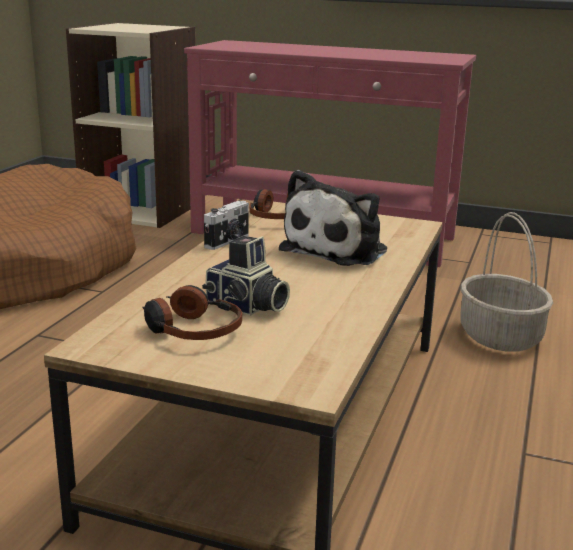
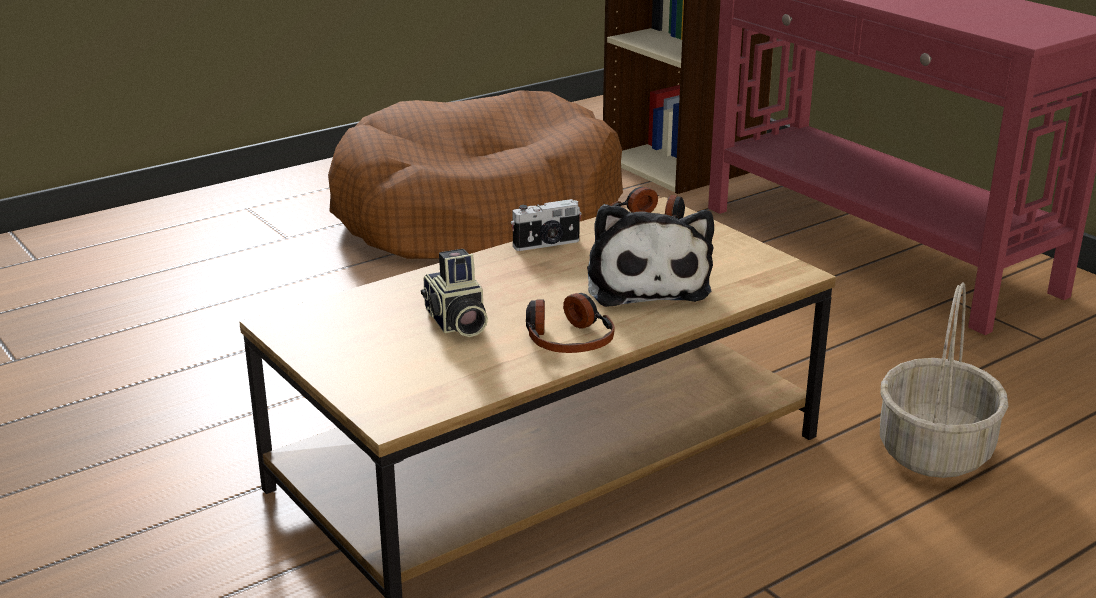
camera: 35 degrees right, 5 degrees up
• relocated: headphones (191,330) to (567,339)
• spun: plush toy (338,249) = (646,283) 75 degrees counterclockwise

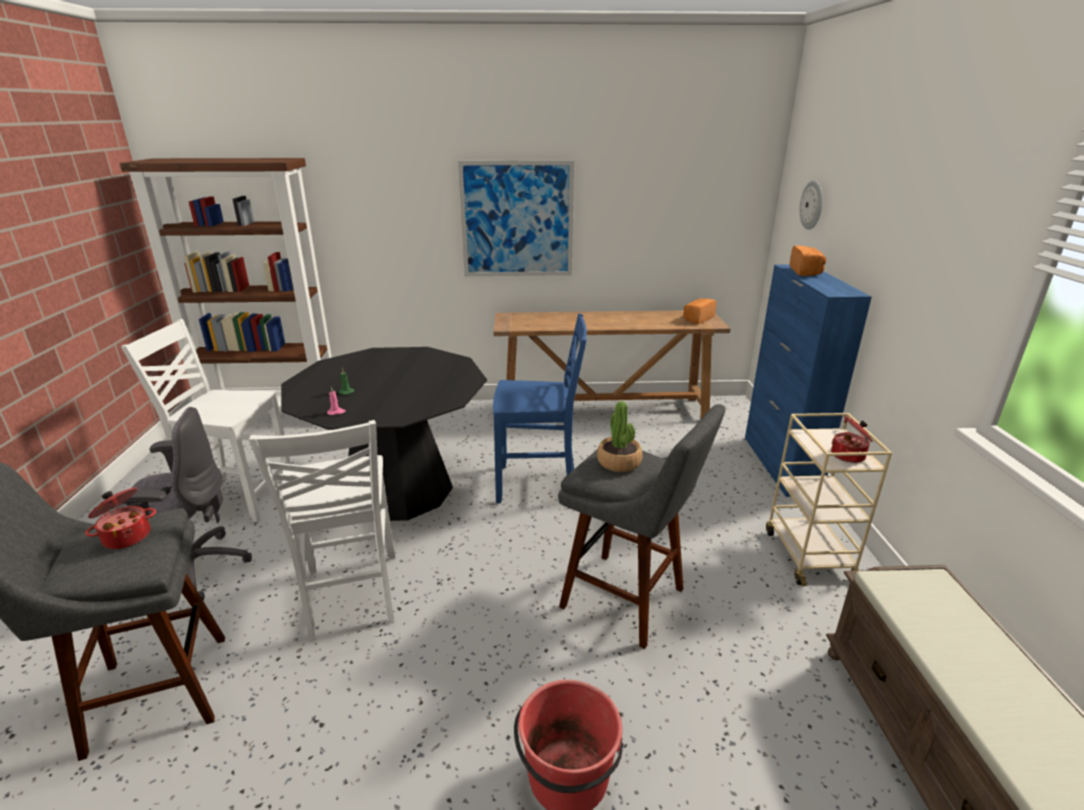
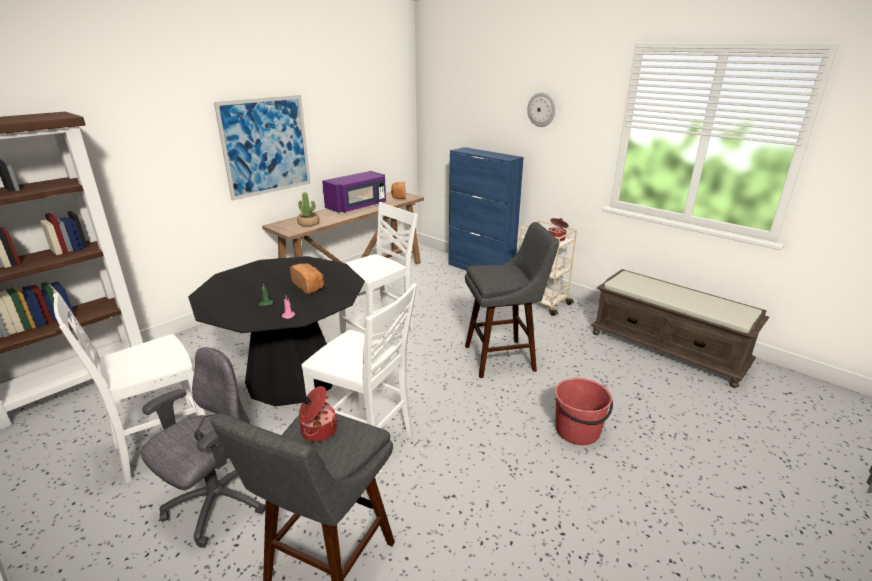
camera: 45 degrees left, 0 degrees up
• colour: chair (blue) (538,485) to chair (white) (380,332)
• relocated: potted plant (619,462) to (309,224)
• relocated: bread (806,272) to (309,286)
• relocated: wall clock (812,205) to (541,109)
• appeared: microwave (purple) (357,207)

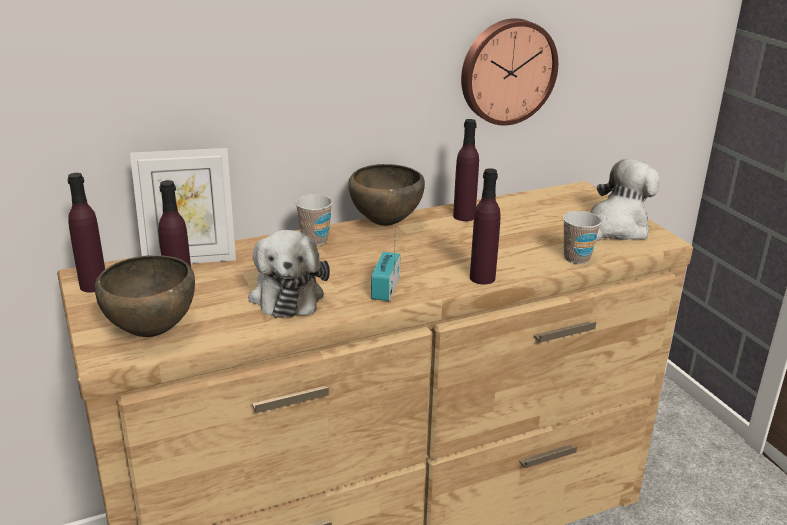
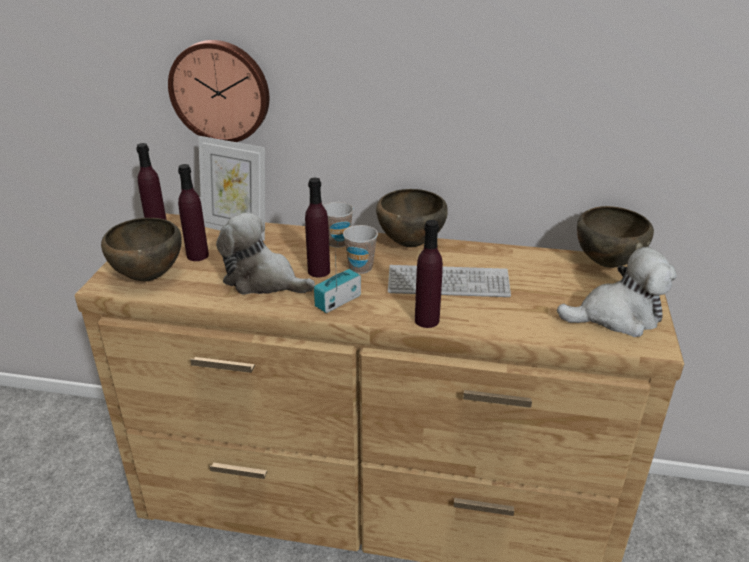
camera: 35 degrees right, 5 degrees up
• spun: plush toy (287,294) = (263,280) 90 degrees clockwise
• relocated: bottle (purple) (464,216) to (319,271)
• relocated: wall clock (507,71) to (221,91)
• relocated: cup (576,258) to (360,267)
• appeared: keyboard (448,283)
• appeared: bowl (brown) (606,264)

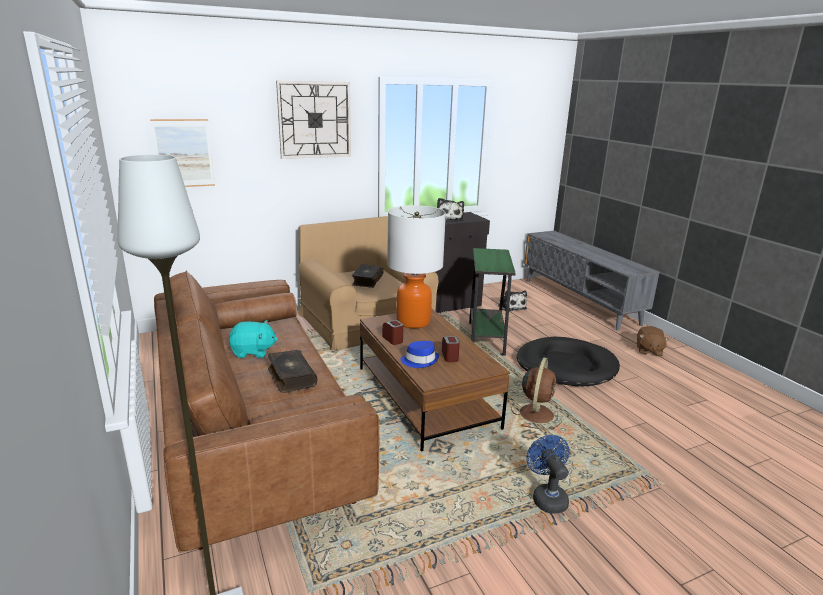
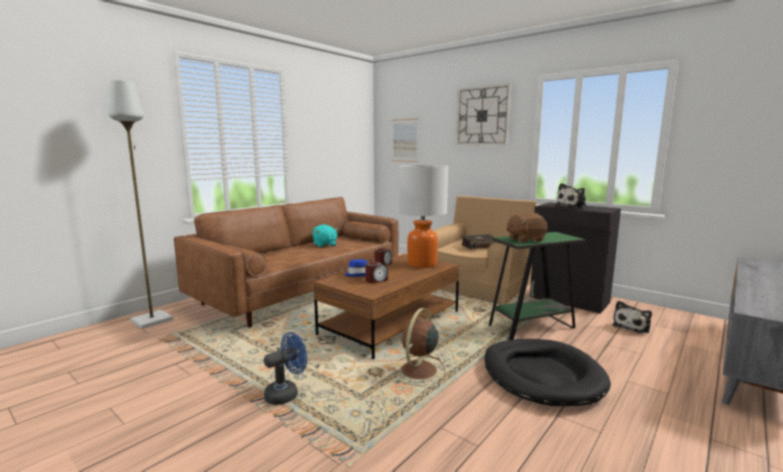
camera: 65 degrees right, 10 degrees down
• missing: book (291,377)
• spun: fan (brown) (536,413) = (418,371) 120 degrees clockwise
• relocated: plush toy (brown) (648,351) to (525,240)

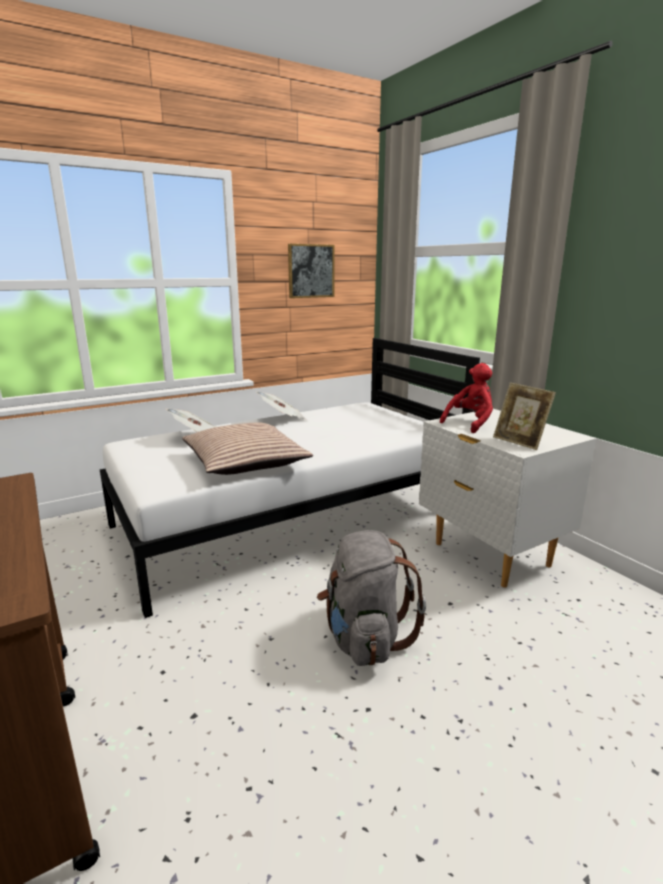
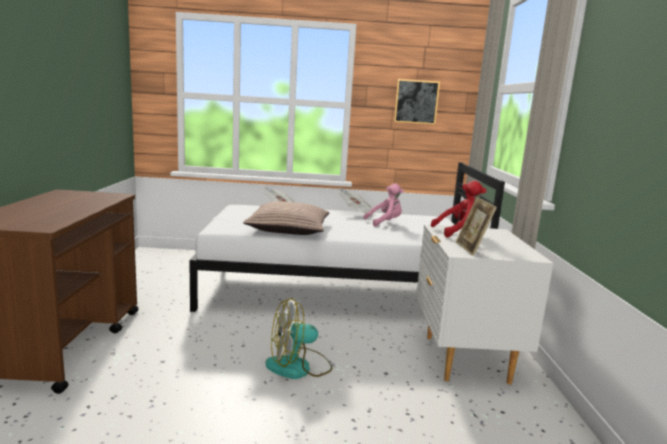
camera: 30 degrees right, 5 degrees down
• exchanged: backpack (grey) (364,638) to fan (298,367)
• appeared: plush toy (pink) (385,223)

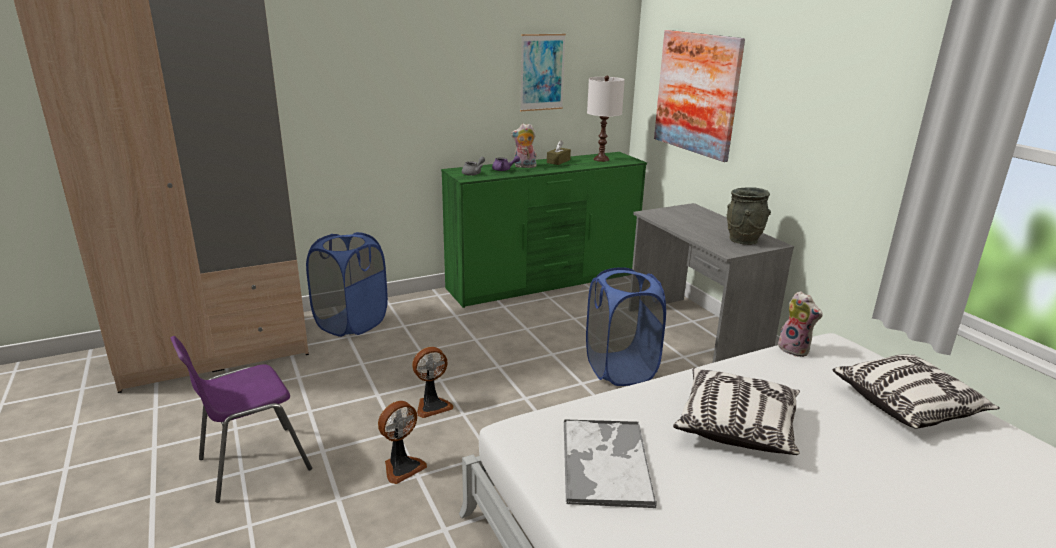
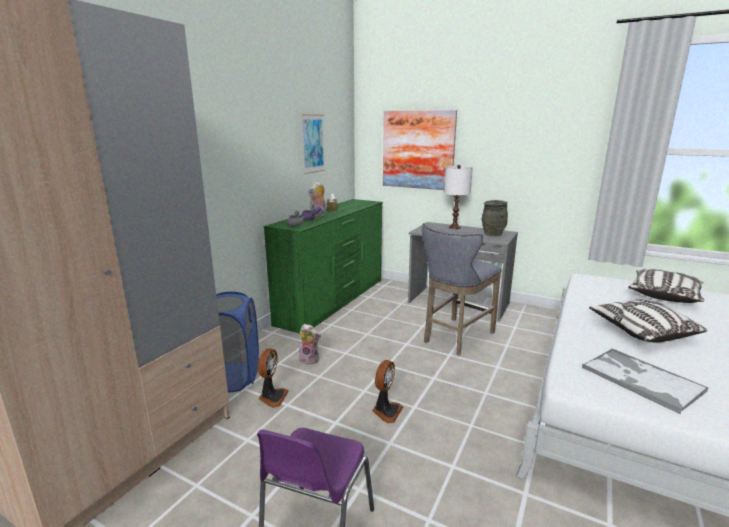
camera: 35 degrees left, 5 degrees down
• relocated: fan (402,467) to (272,397)
• exchanged: laundry basket (blue) (620,369) to stool (grey) (455,338)
• relocated: table lamp (white) (601,159) to (454,227)
• relocated: plush toy (795,349) to (310,359)

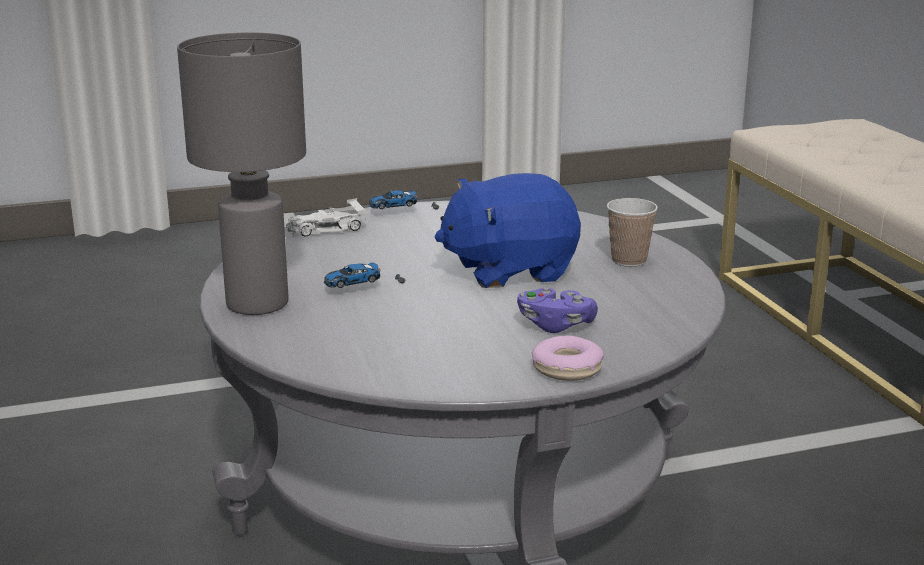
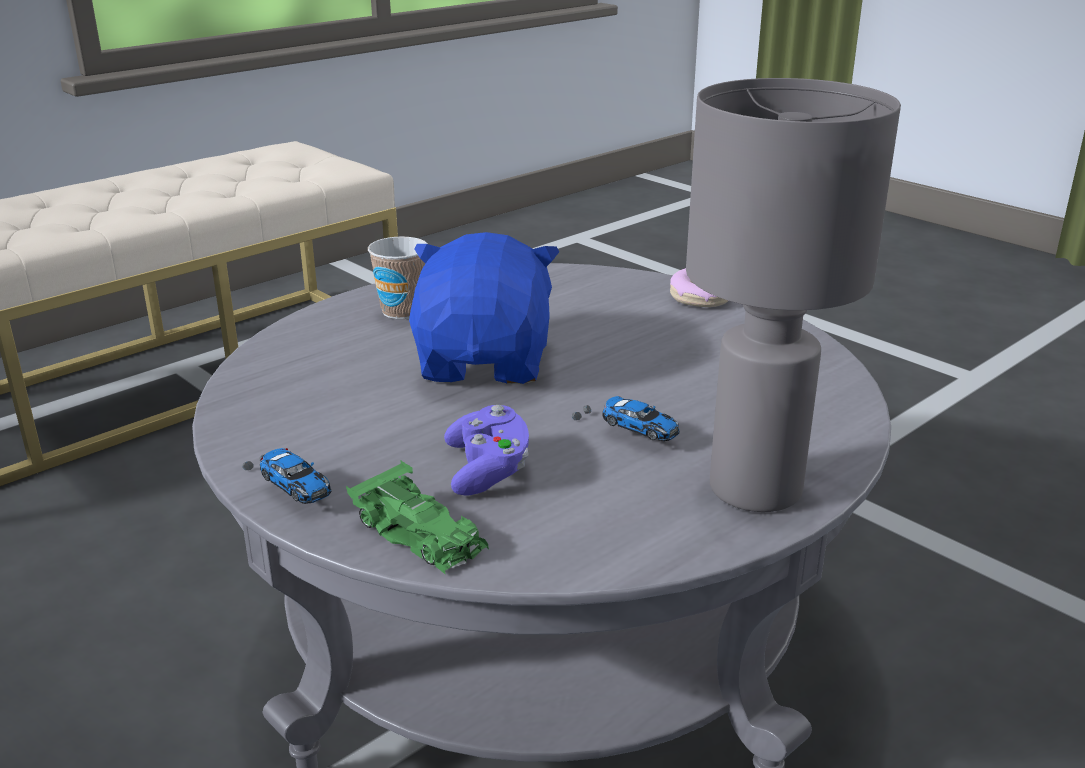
camera: 115 degrees left, 5 degrees up
• colour: toy car (white) (325,229) to toy car (green) (421,534)
• spun: plush toy (blue) (509,270) = (486,363) 135 degrees counterclockwise
• relocated: game controller (purple) (555,325) to (488,470)

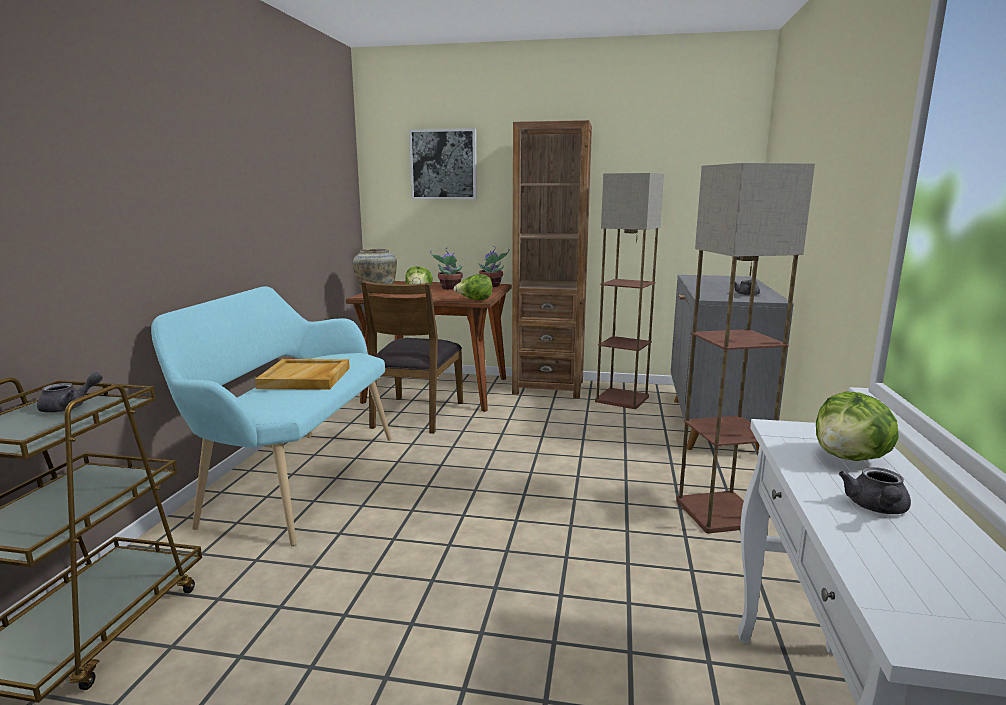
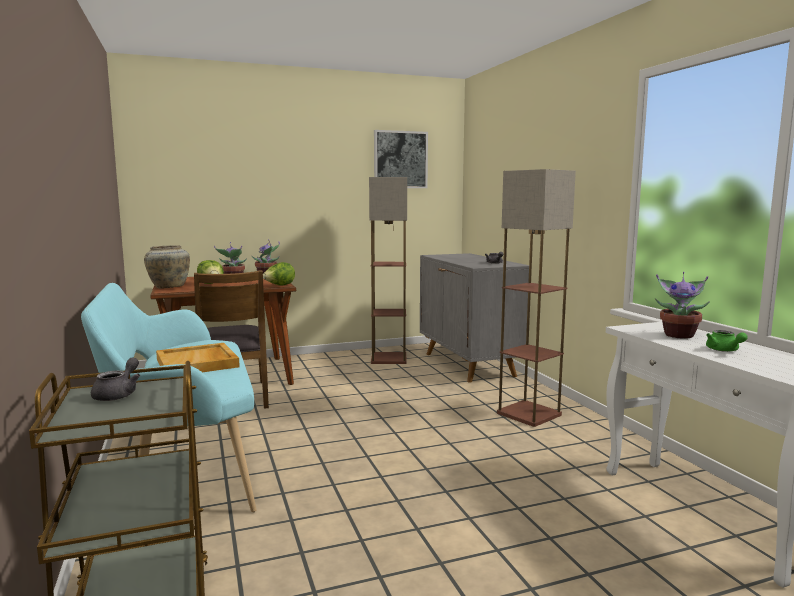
camera: 30 degrees left, 5 degrees down
• relocated: picture (443,164) to (400,159)
• missing: bookcase (brown) (548,387)
• exchanged: lettuce (850,458) to potted plant (679,335)
• colour: teapot (grey) (876,508) to teapot (green) (724,350)

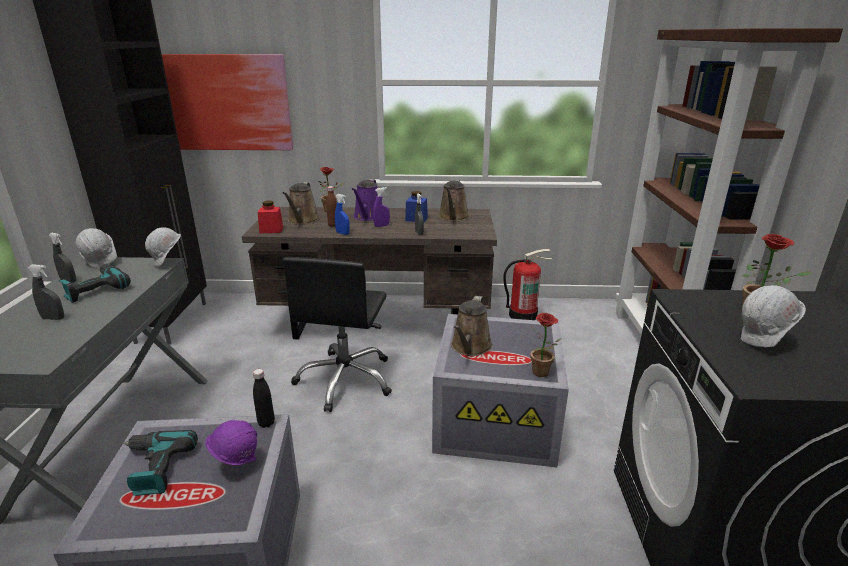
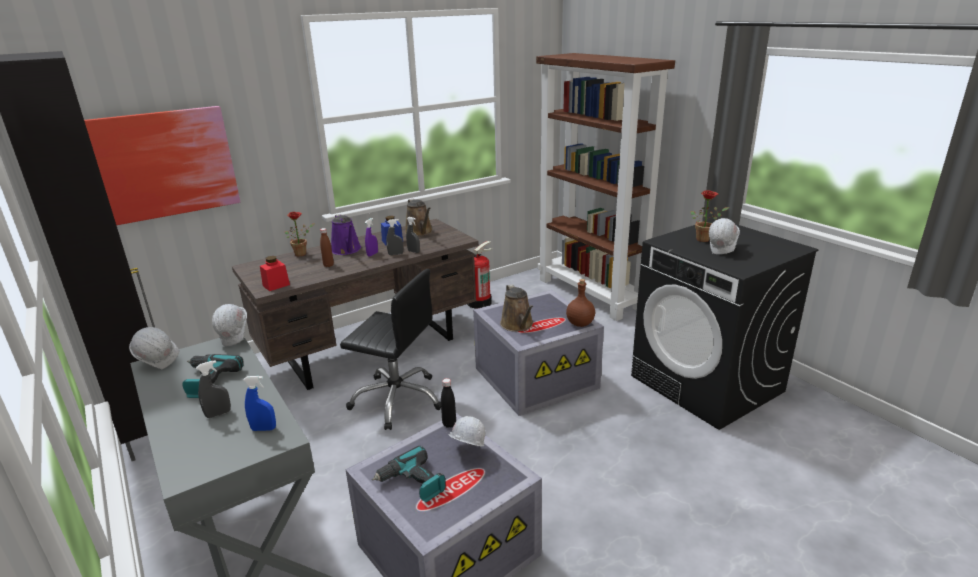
camera: 35 degrees left, 0 degrees up
• relocated: spray bottle (grey) (69,281) to (395,254)
• colour: hard hat (purple) (236,464) to hard hat (white) (466,453)
• missing: watering can (brown) (302,220)
• spun: office chair (black) (346,380) = (397,399) 45 degrees counterclockwise
• relocated: spray bottle (blue) (342,233) to (263,429)
• exchanged: potted plant (542,374) to bottle (brown) (580,324)

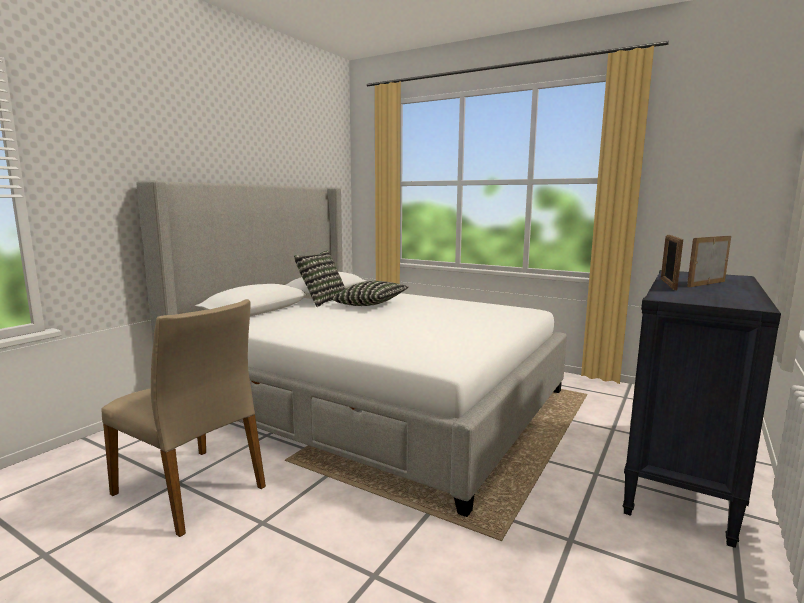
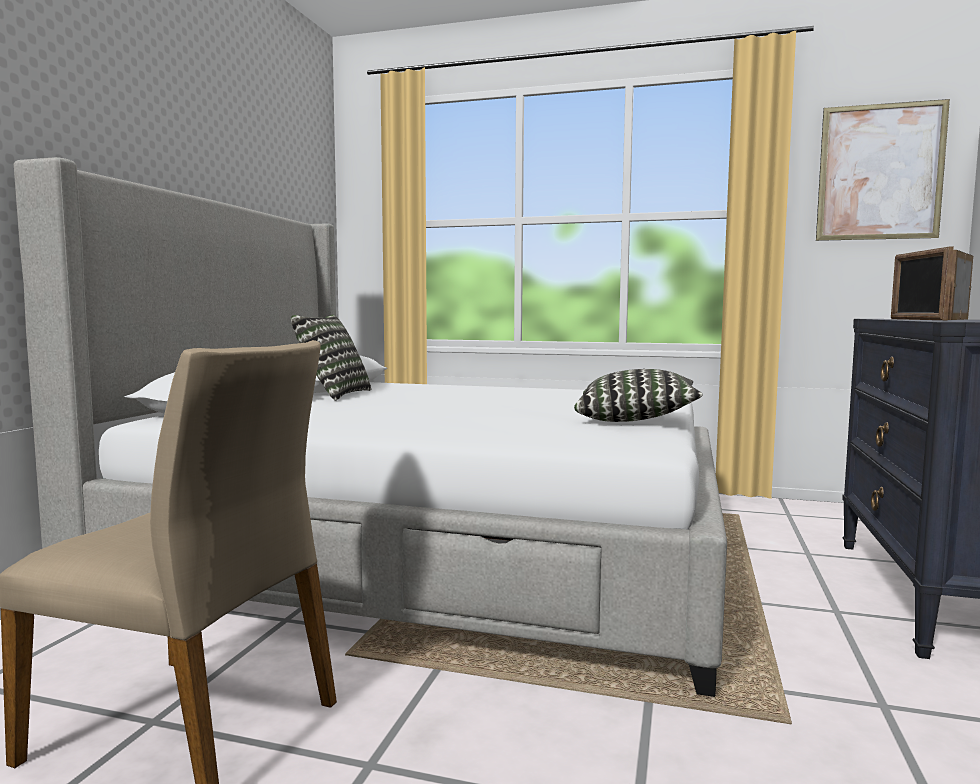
camera: 15 degrees left, 5 degrees down
• relocated: pillow (371,305) to (636,420)
• appeared: picture (880,172)

